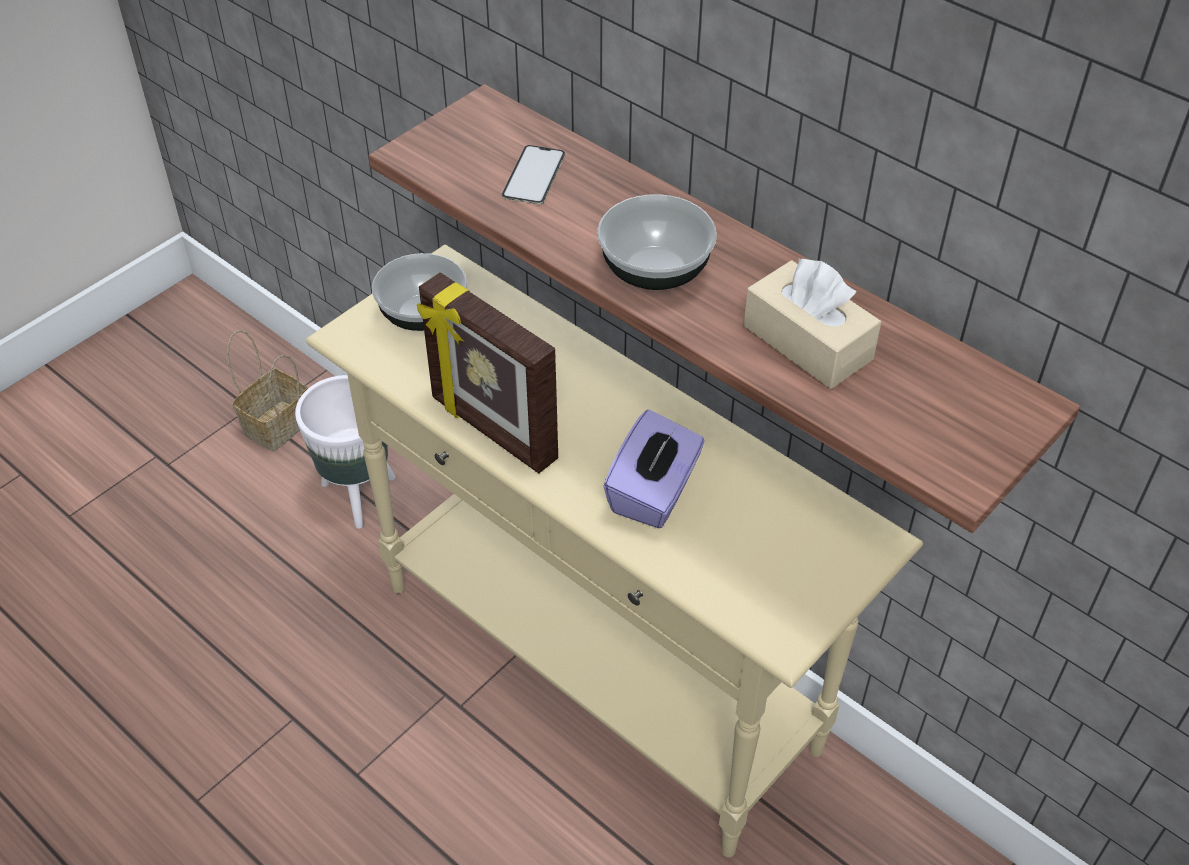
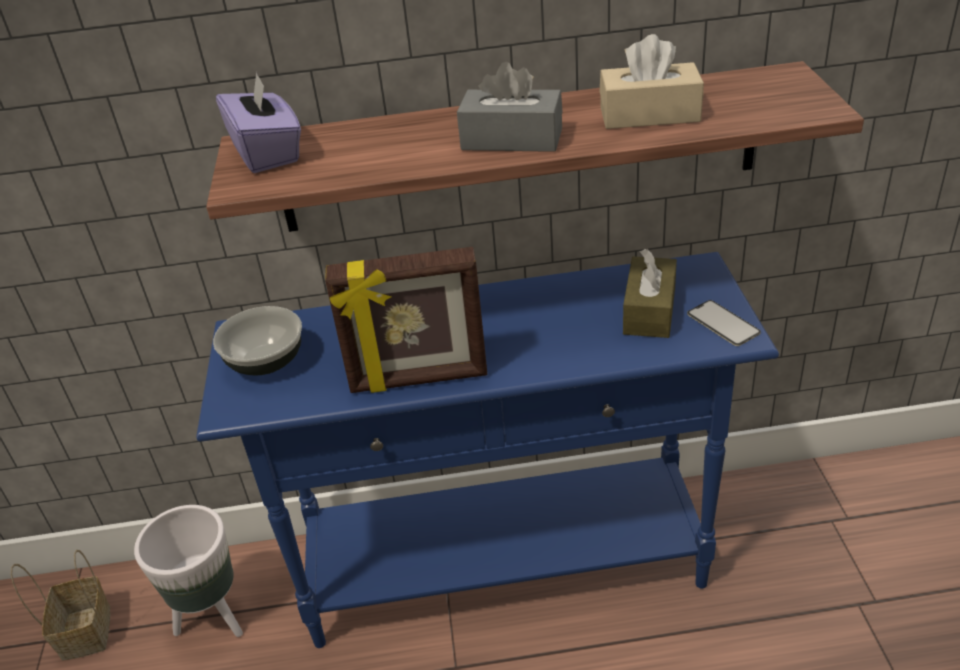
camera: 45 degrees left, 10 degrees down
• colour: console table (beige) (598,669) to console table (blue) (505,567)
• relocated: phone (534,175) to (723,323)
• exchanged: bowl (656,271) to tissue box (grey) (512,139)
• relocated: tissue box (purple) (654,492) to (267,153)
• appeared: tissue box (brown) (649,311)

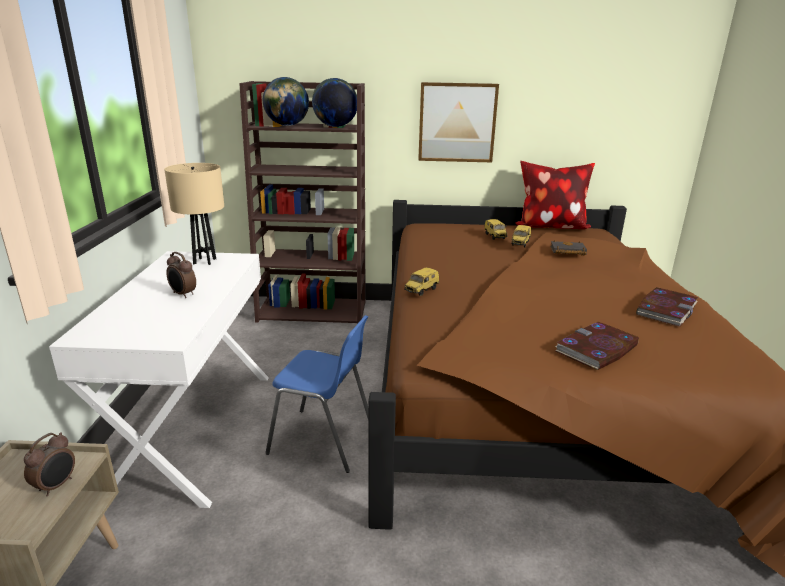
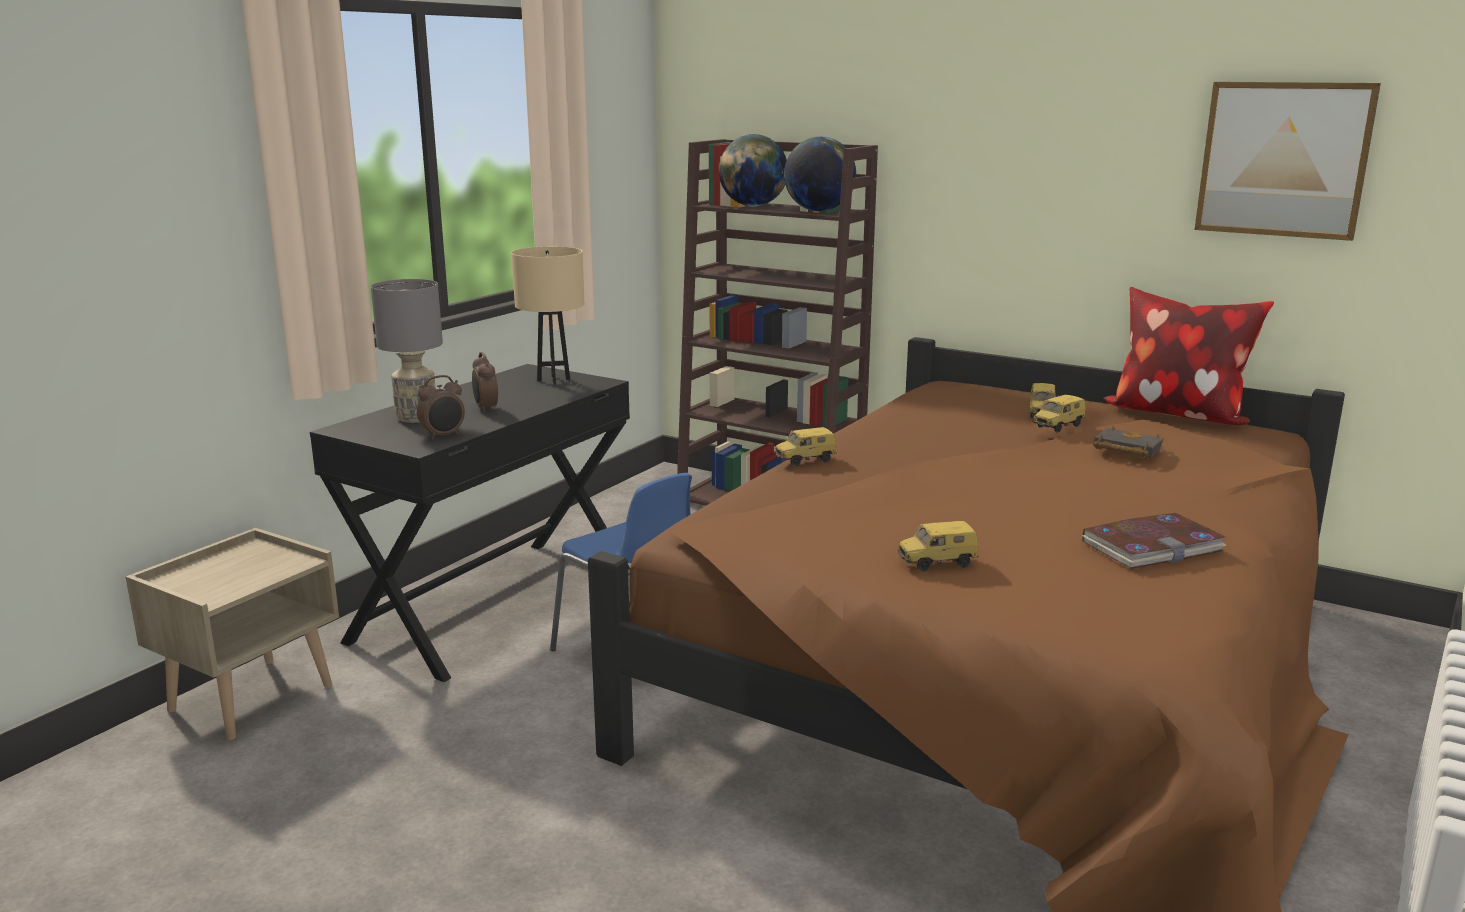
camera: 30 degrees right, 5 degrees down
• relocated: alarm clock (57,485) to (443,436)
• colour: desk (white) (194,429) to desk (black) (494,604)
• relocated: picture (457,122) to (1283,159)
• exchanged: book (596,349) to toy car (937,564)
• appeared: table lamp (grey) (415,418)

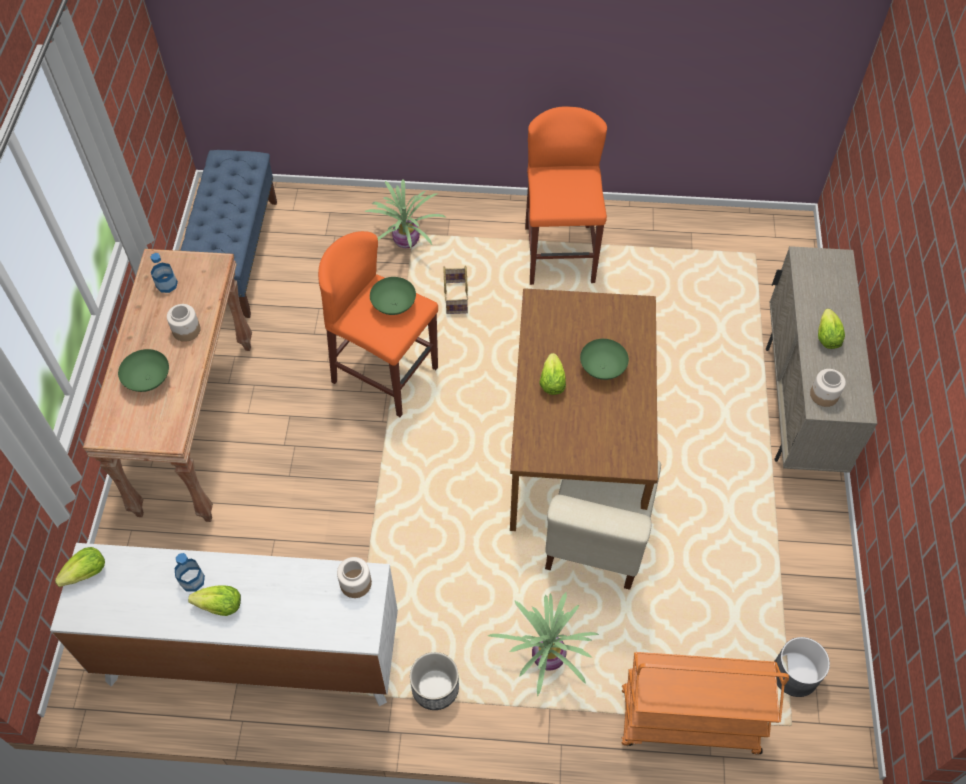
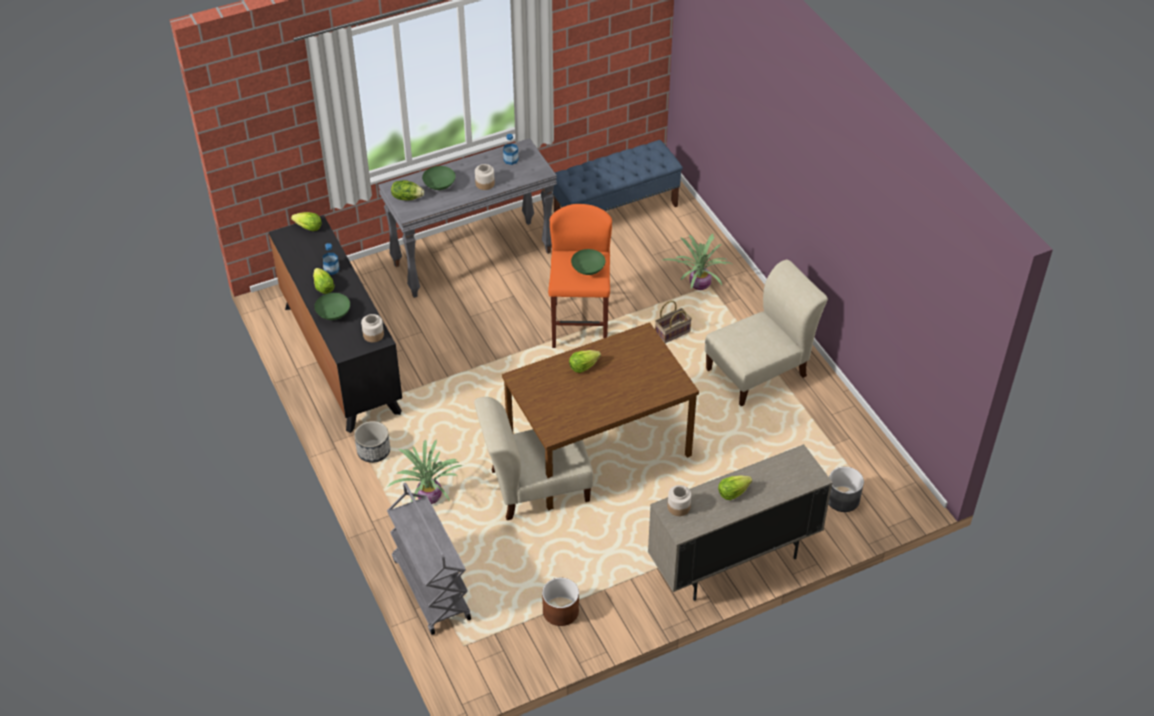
camera: 60 degrees right, 10 degrees down
• colour: dresser (white) (251,655) to dresser (black) (341,358)
• colour: console table (brown) (195,427) to console table (grey) (473,258)
• exchanged: stool (orange) (559,255) to chair (beige) (759,371)
• relocated: bowl (green) (602,368) to (333,314)
• colour: cart (orange) (688,722) to cart (grey) (430,588)
• relocated: planter (grey) (795,674) to (843,499)
• appeared: lettuce (407,197)
• appeared: planter (brown) (560,610)

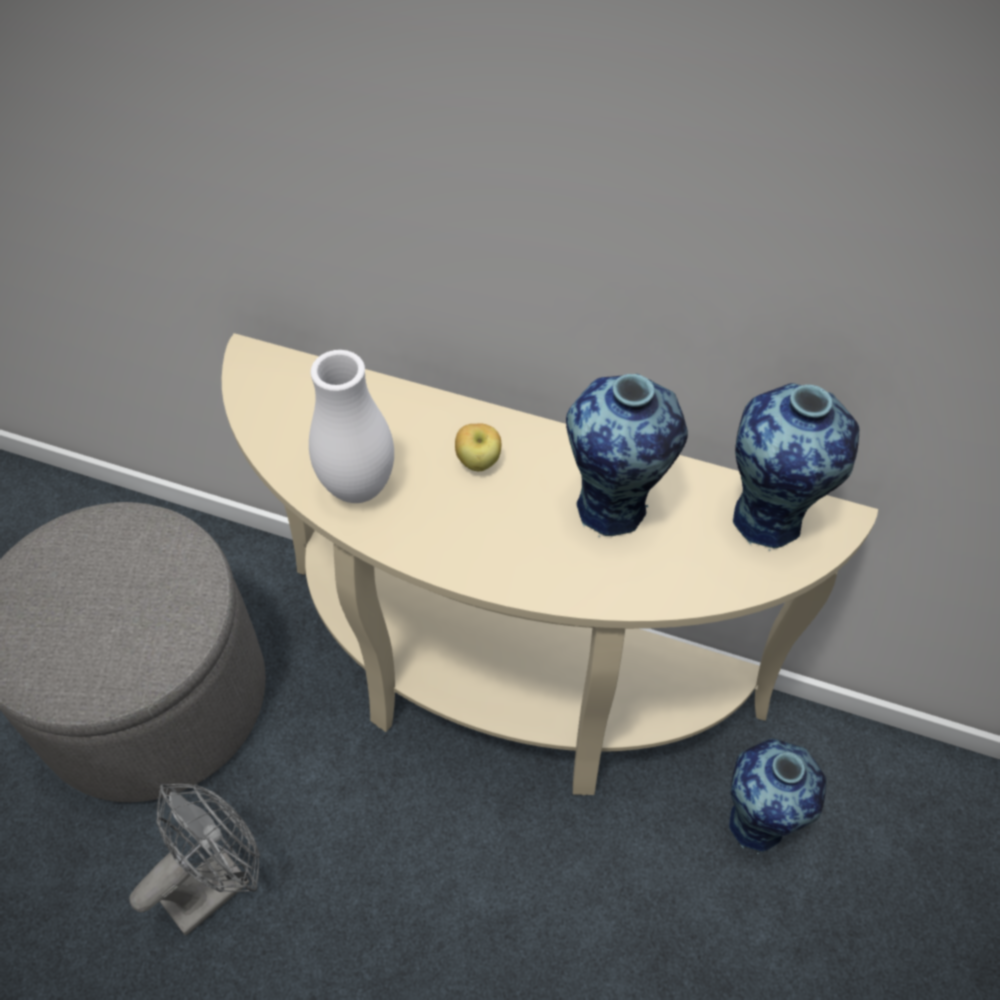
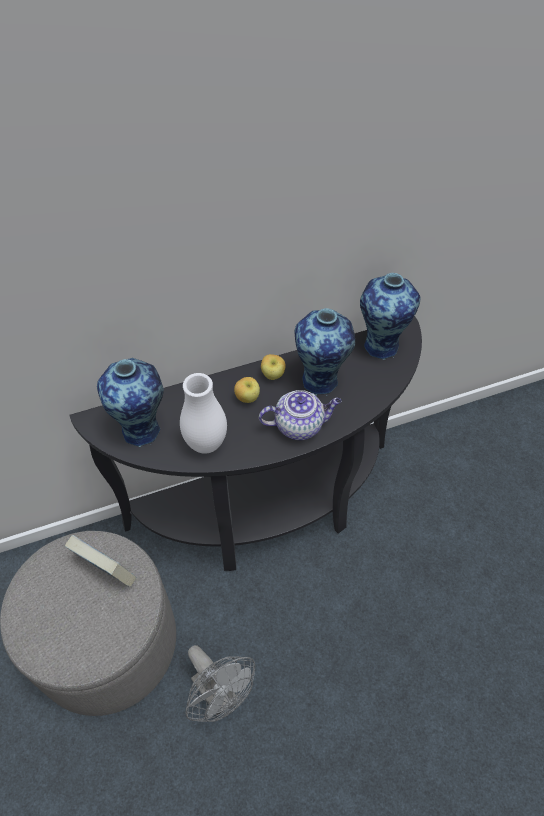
camera: 40 degrees left, 0 degrees up
• spun: fan (grey) (217,881) = (220,695) 135 degrees clockwise
• colour: console table (beige) (504,687) to console table (black) (269,511)
• relocated: vase (758,822) to (141,428)
• appeared: book (106,571)
• appeared: teapot (300,425)
• appeared: apple (273,375)

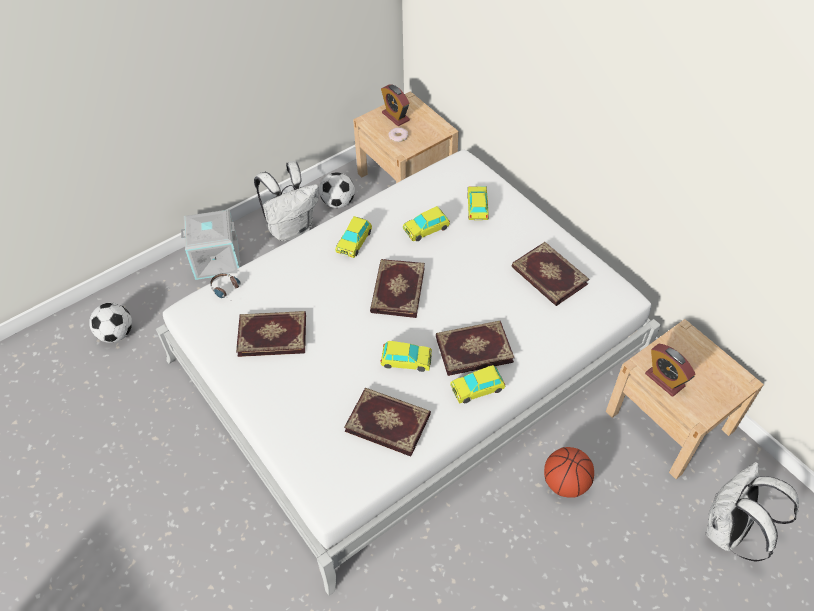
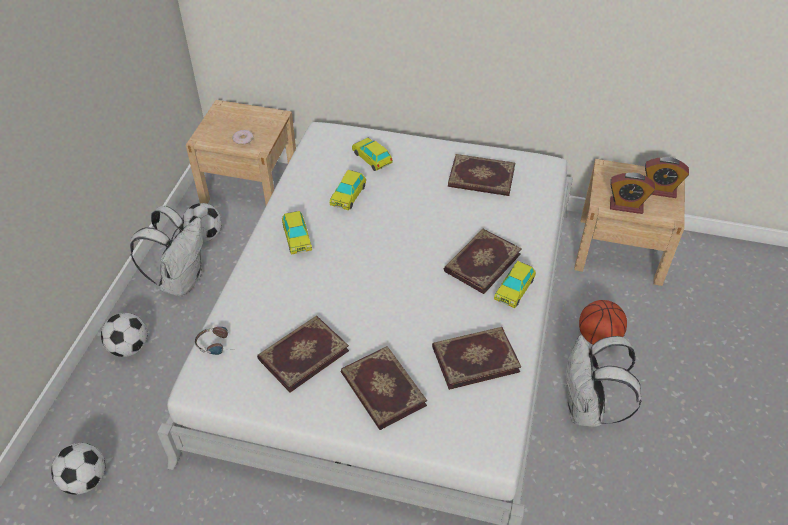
camera: 40 degrees left, 5 degrees down
• exchanged: storage box (grey) (217,258) to football (129,347)
• relocated: book (396,290) to (382,390)
• missing: toy car (406,360)
• relocated: alarm clock (395,116) to (659,190)
• relocated: backpack (white) (728,532) to (587,409)

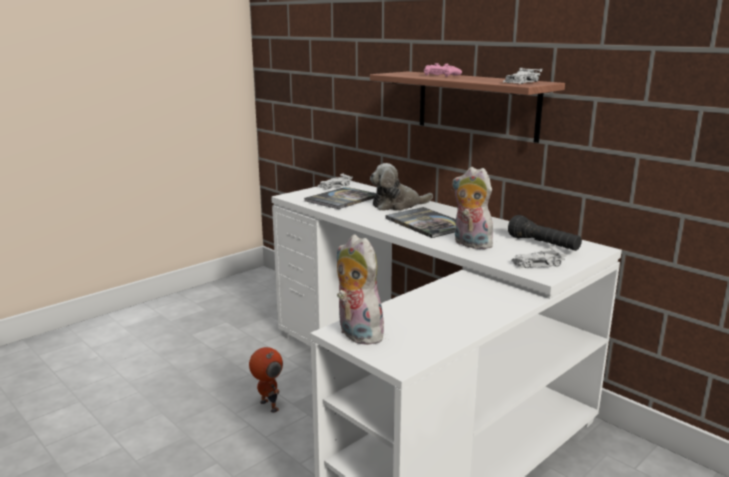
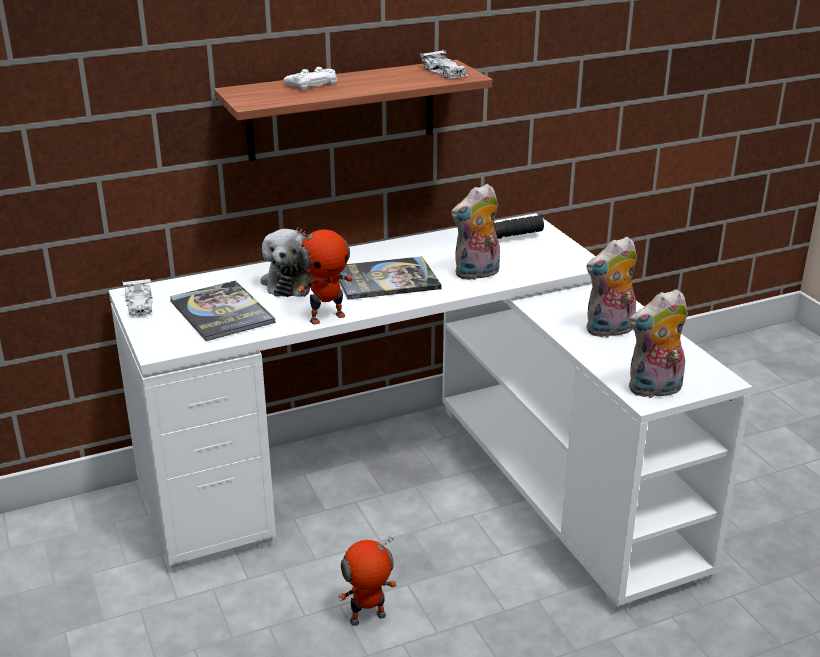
camera: 70 degrees left, 10 degrees up
• colour: game controller (pink) (441,75) to game controller (white) (312,84)
• missing: toy car (white) (537,264)
• appeared: toy robot (326,317)
• appeared: plush toy (609,331)

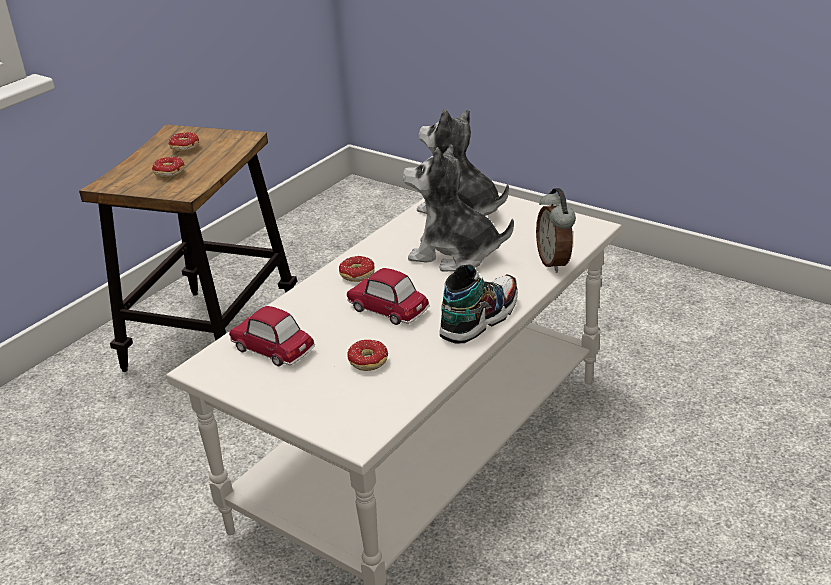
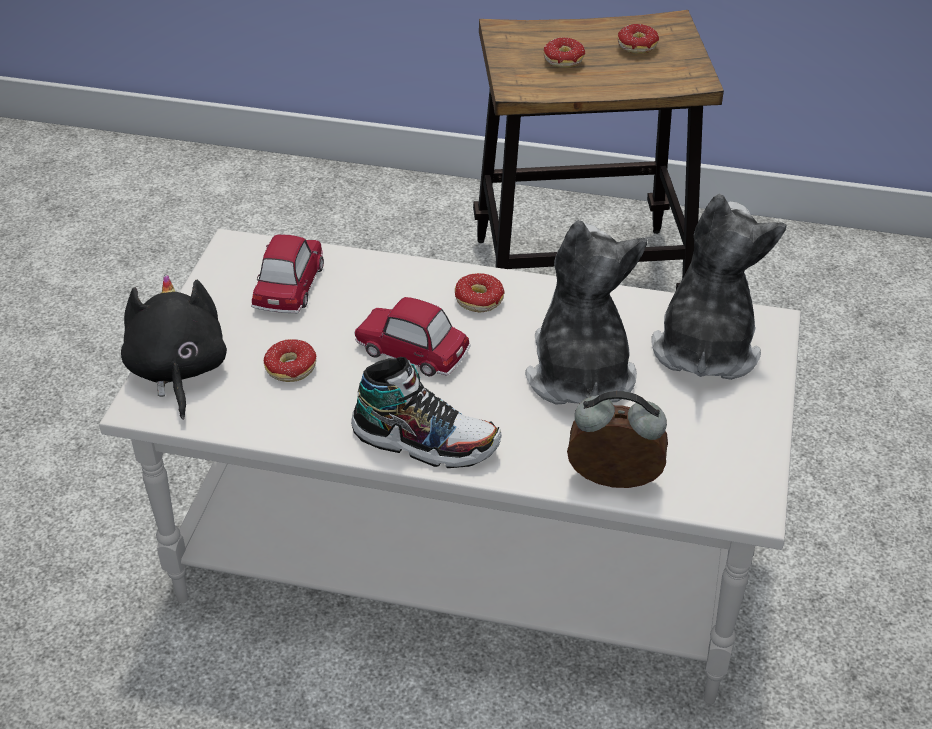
camera: 65 degrees right, 10 degrees up
• spun: toy car (387,309) = (412,350) 75 degrees counterclockwise
• spun: alarm clock (555,262) = (613,484) 45 degrees clockwise
• appeared: plush toy (black) (177,371)

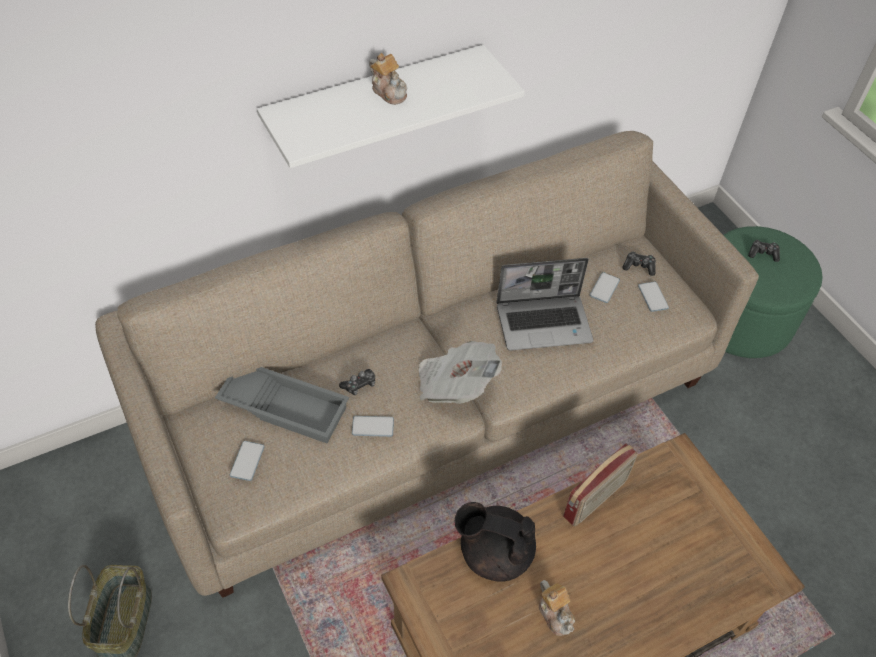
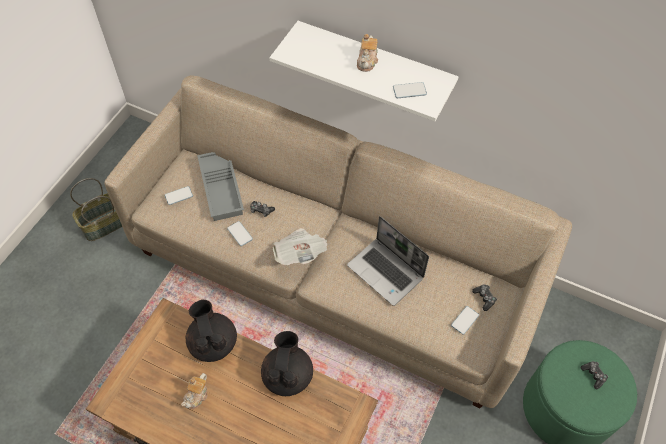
camera: 55 degrees right, 5 degrees up
• exchanged: radio (596,499) to teapot (black) (287,375)
• relocated: phone (604,288) to (409,91)

